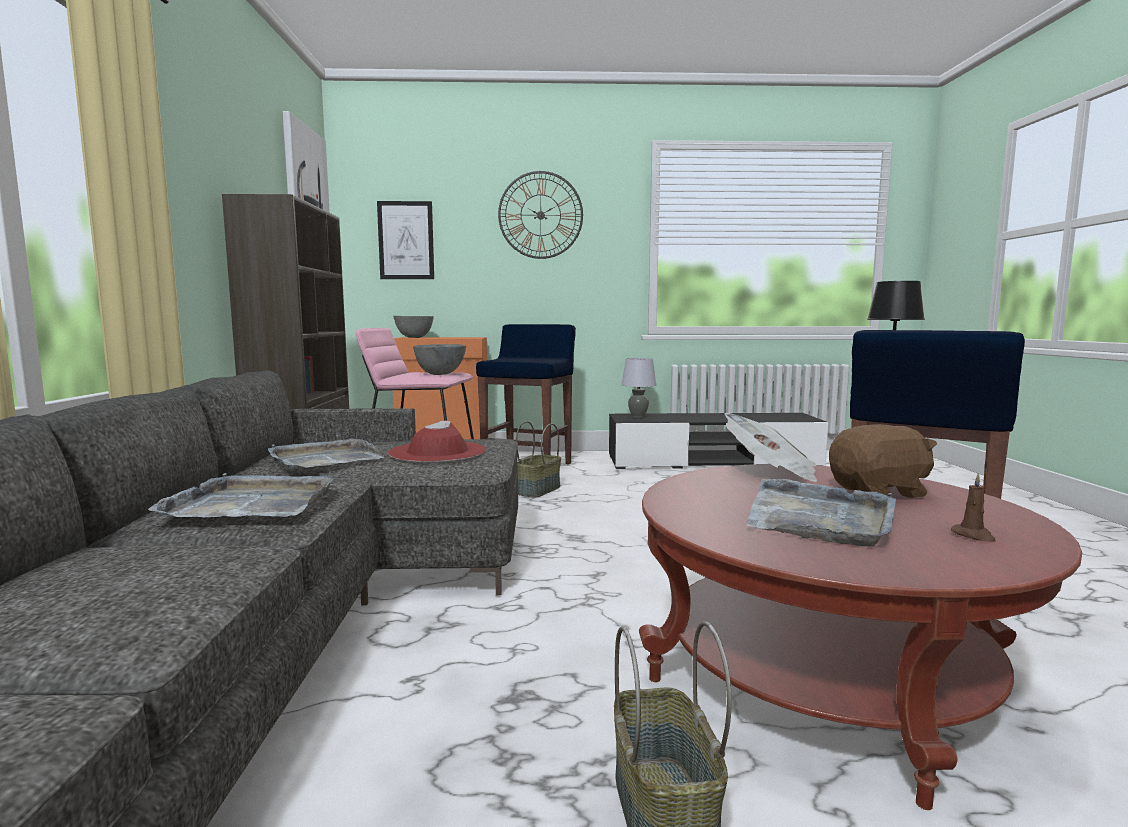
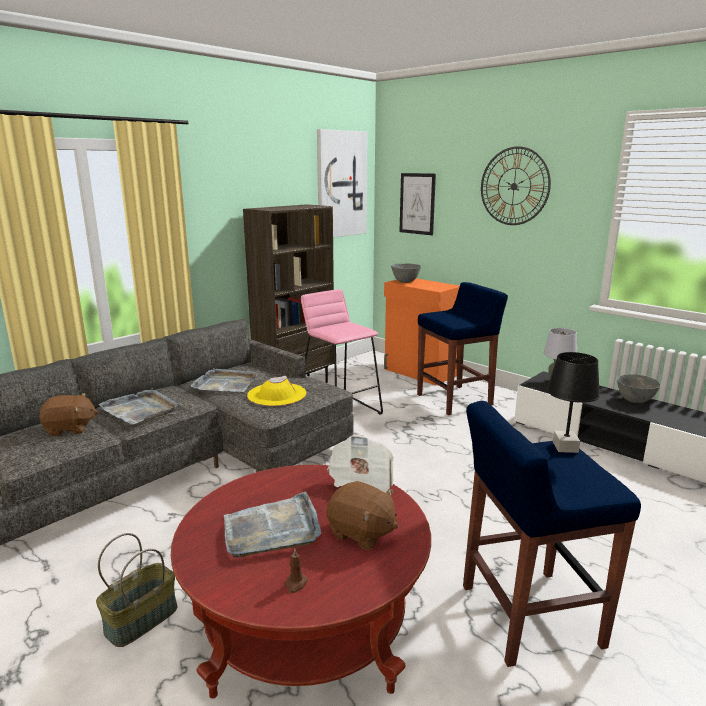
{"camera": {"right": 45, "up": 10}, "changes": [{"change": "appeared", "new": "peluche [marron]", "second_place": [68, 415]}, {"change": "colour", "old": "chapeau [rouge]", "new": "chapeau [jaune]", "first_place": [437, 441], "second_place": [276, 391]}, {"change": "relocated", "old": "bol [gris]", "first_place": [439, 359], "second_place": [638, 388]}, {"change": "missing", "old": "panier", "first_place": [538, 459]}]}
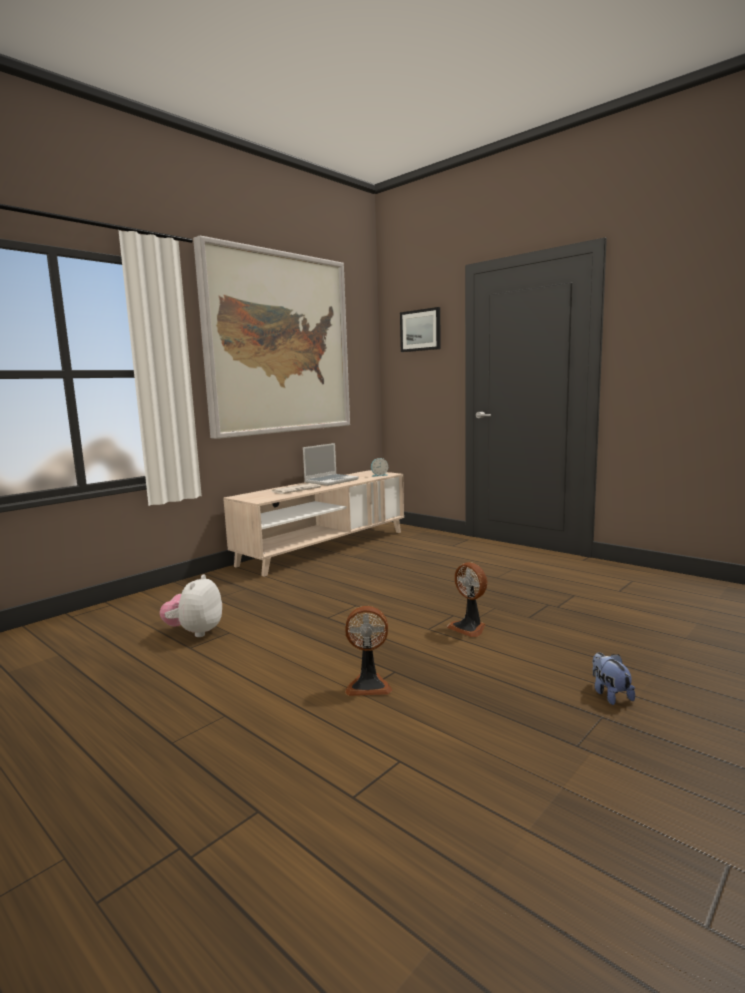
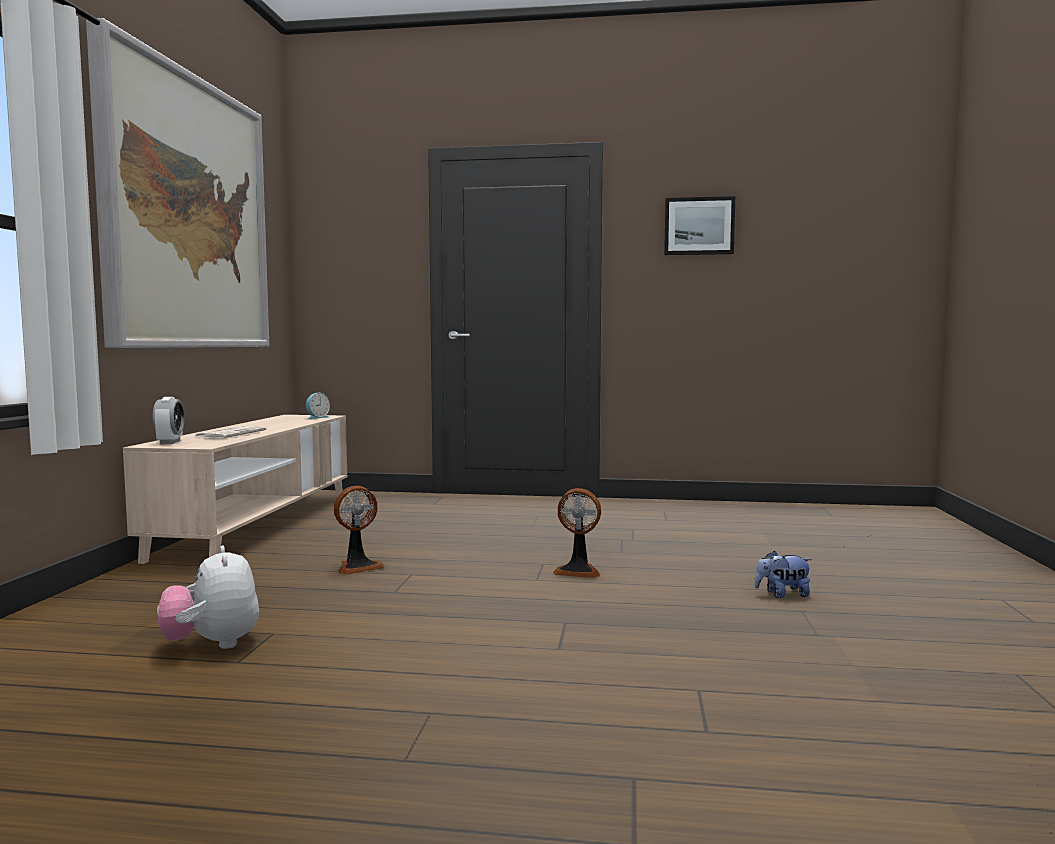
{"camera": {"right": -35, "up": -5}, "changes": [{"change": "appeared", "new": "réveil", "second_place": [169, 420]}, {"change": "relocated", "old": "ventilateur", "first_place": [368, 651], "second_place": [359, 530]}, {"change": "relocated", "old": "tableau", "first_place": [420, 329], "second_place": [699, 225]}, {"change": "spun", "old": "peluche", "first_place": [613, 678], "second_place": [783, 574], "degrees": -45}, {"change": "missing", "old": "ordinateur portable", "first_place": [331, 464]}]}
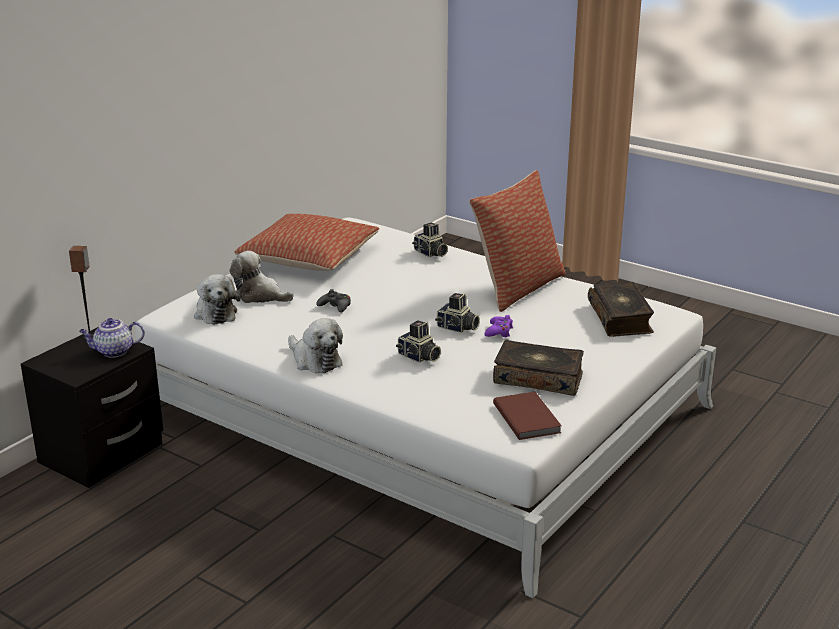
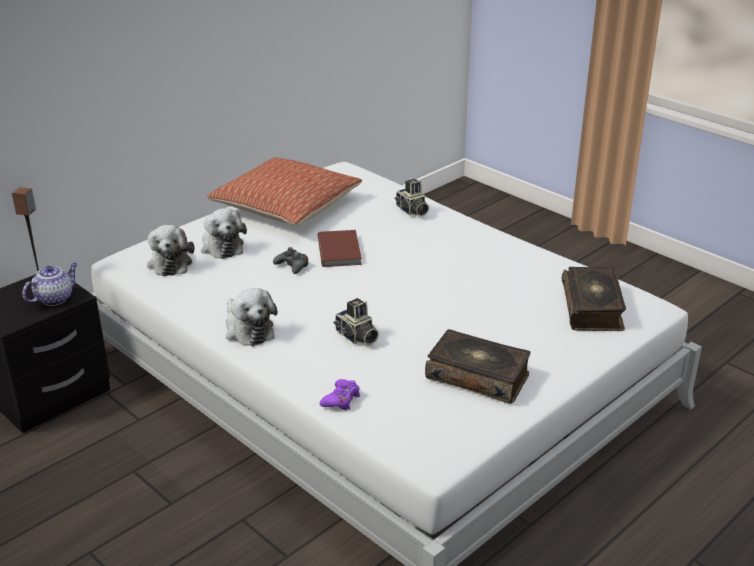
{"camera": {"right": 10, "up": 5}, "changes": [{"change": "spun", "old": "théière", "first_place": [112, 338], "second_place": [50, 284], "degrees": 135}, {"change": "spun", "old": "peluche", "first_place": [262, 277], "second_place": [224, 233], "degrees": -150}, {"change": "relocated", "old": "livre [marron]", "first_place": [527, 416], "second_place": [340, 248]}, {"change": "relocated", "old": "manette [violet]", "first_place": [499, 326], "second_place": [340, 394]}, {"change": "missing", "old": "appareil photo", "first_place": [457, 313]}, {"change": "missing", "old": "coussin", "first_place": [517, 241]}]}
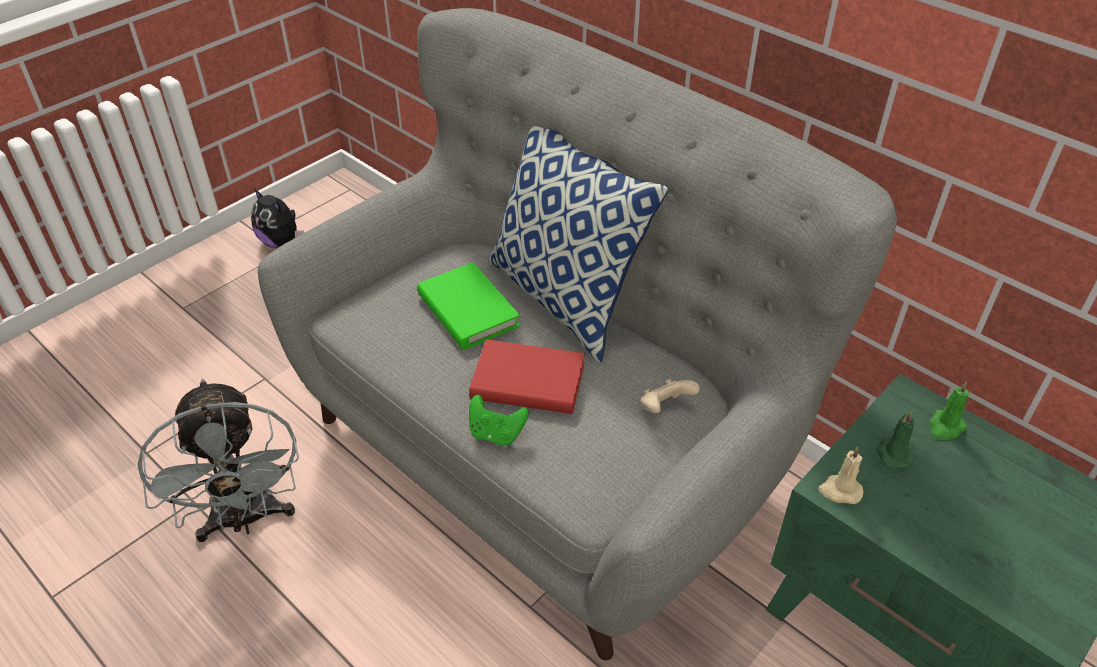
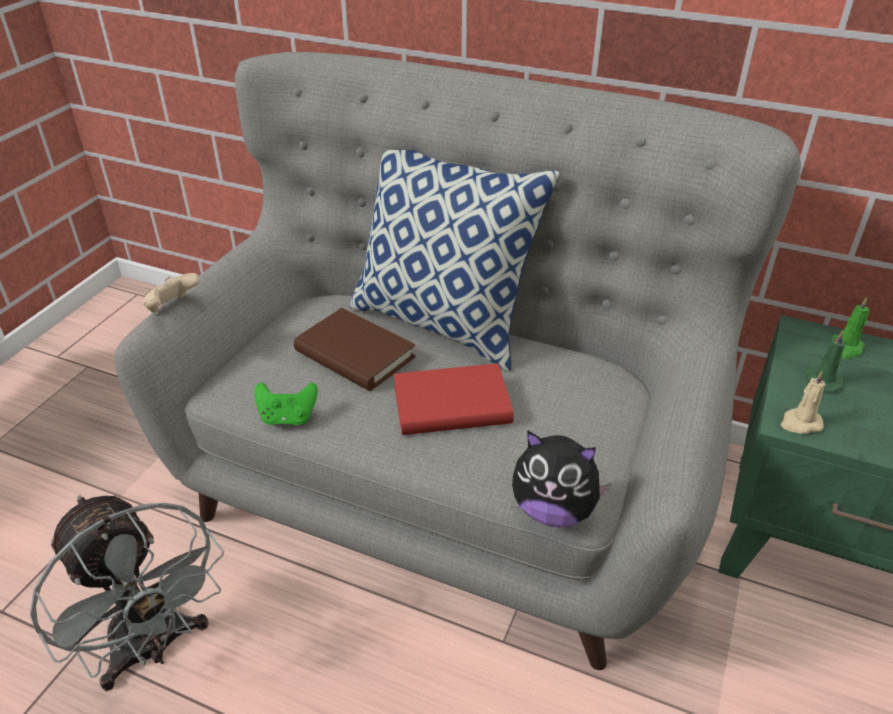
{"camera": {"right": -20, "up": -5}, "changes": [{"change": "relocated", "old": "manette [beige]", "first_place": [670, 396], "second_place": [171, 293]}, {"change": "relocated", "old": "manette [vert]", "first_place": [499, 420], "second_place": [286, 403]}, {"change": "colour", "old": "livre [vert]", "new": "livre [marron]", "first_place": [468, 306], "second_place": [355, 349]}, {"change": "relocated", "old": "peluche", "first_place": [277, 218], "second_place": [562, 479]}]}
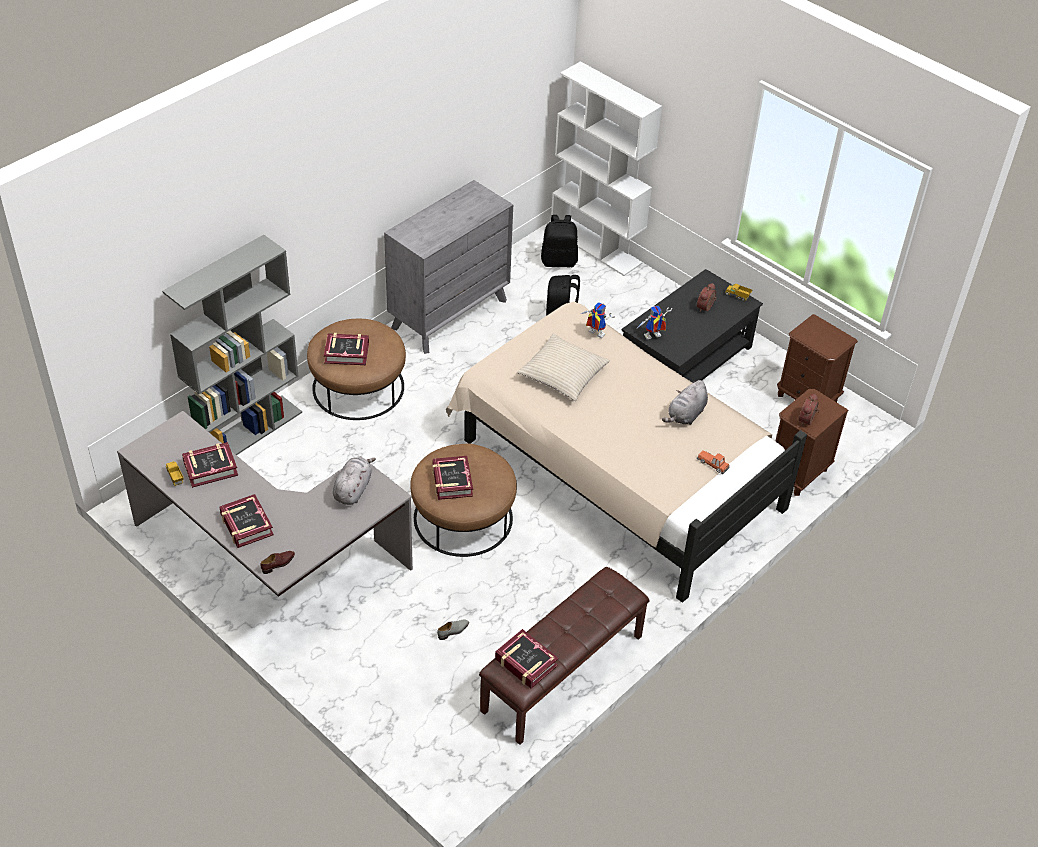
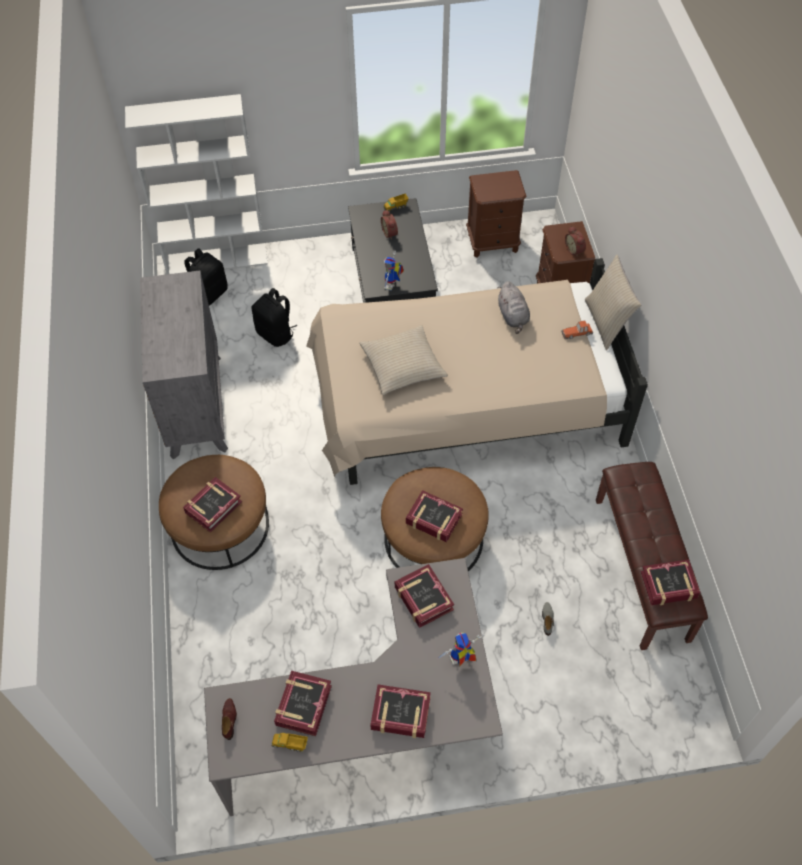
{"camera": {"right": -50, "up": 10}, "changes": [{"change": "relocated", "old": "chaussure [marron]", "first_place": [277, 562], "second_place": [229, 719]}, {"change": "exchanged", "old": "peluche [gris]", "new": "livre", "first_place": [354, 481], "second_place": [424, 596]}, {"change": "relocated", "old": "robot jouet", "first_place": [598, 320], "second_place": [460, 650]}, {"change": "appeared", "new": "coussin [beige]", "second_place": [613, 302]}, {"change": "missing", "old": "bibliothèque [gris]", "first_place": [232, 345]}]}
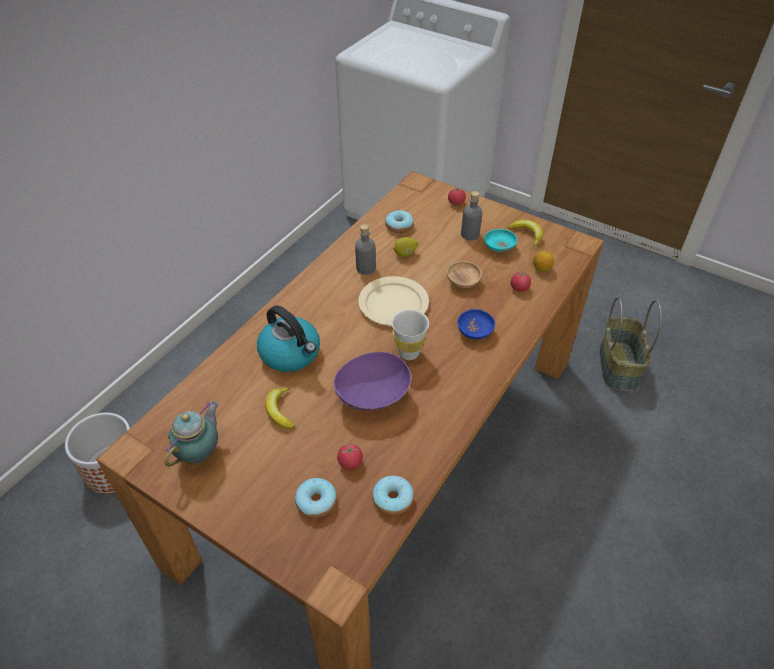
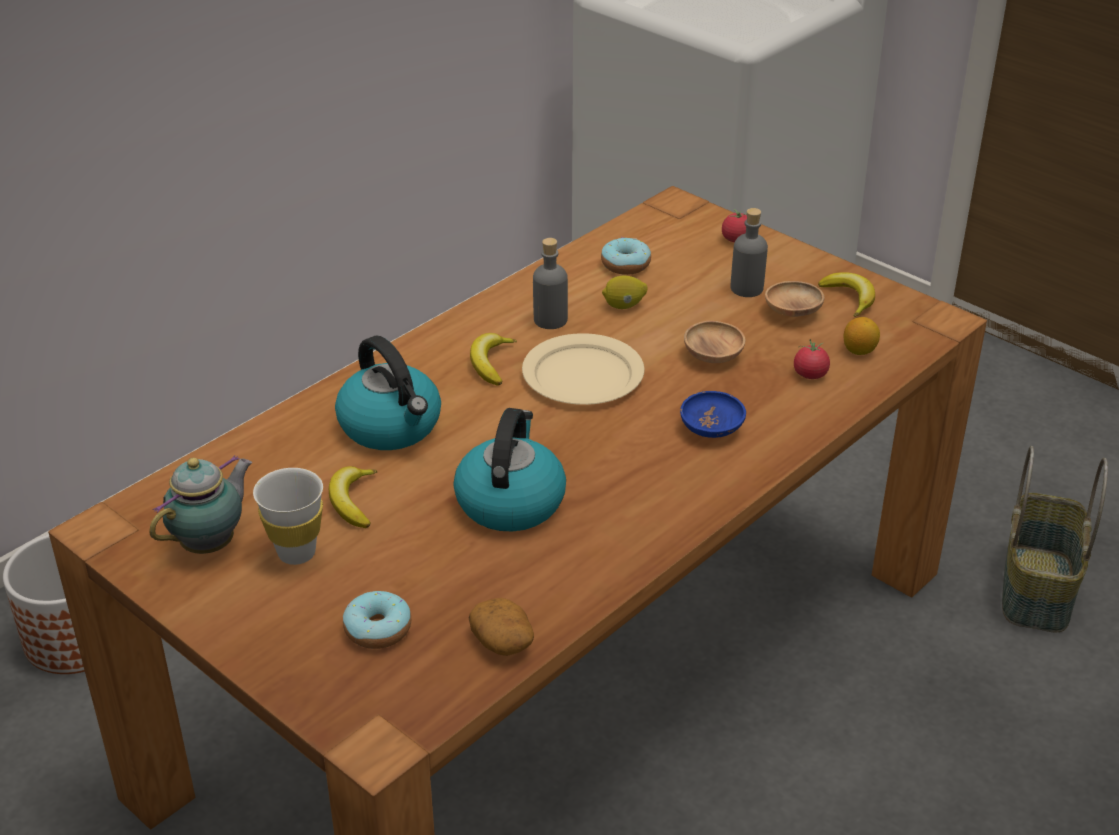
{"camera": {"right": 10, "up": -10}, "changes": [{"change": "relocated", "old": "tasse [blanc]", "first_place": [410, 334], "second_place": [288, 516]}, {"change": "exchanged", "old": "bol [violet]", "new": "bouilloire", "first_place": [372, 381], "second_place": [509, 470]}, {"change": "exchanged", "old": "beignet", "new": "pomme de terre", "first_place": [393, 495], "second_place": [501, 627]}, {"change": "appeared", "new": "banane", "second_place": [493, 359]}, {"change": "colour", "old": "bol [turquoise]", "new": "bol [marron]", "first_place": [500, 240], "second_place": [795, 299]}, {"change": "missing", "old": "tomate", "first_place": [350, 456]}]}
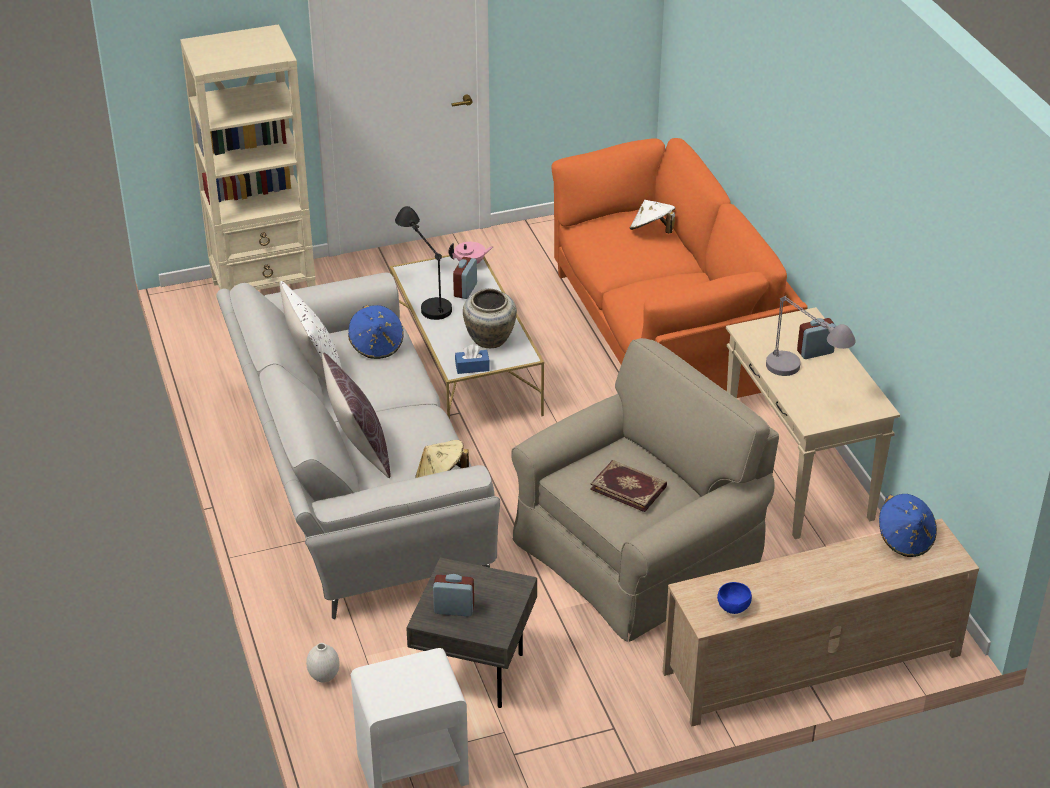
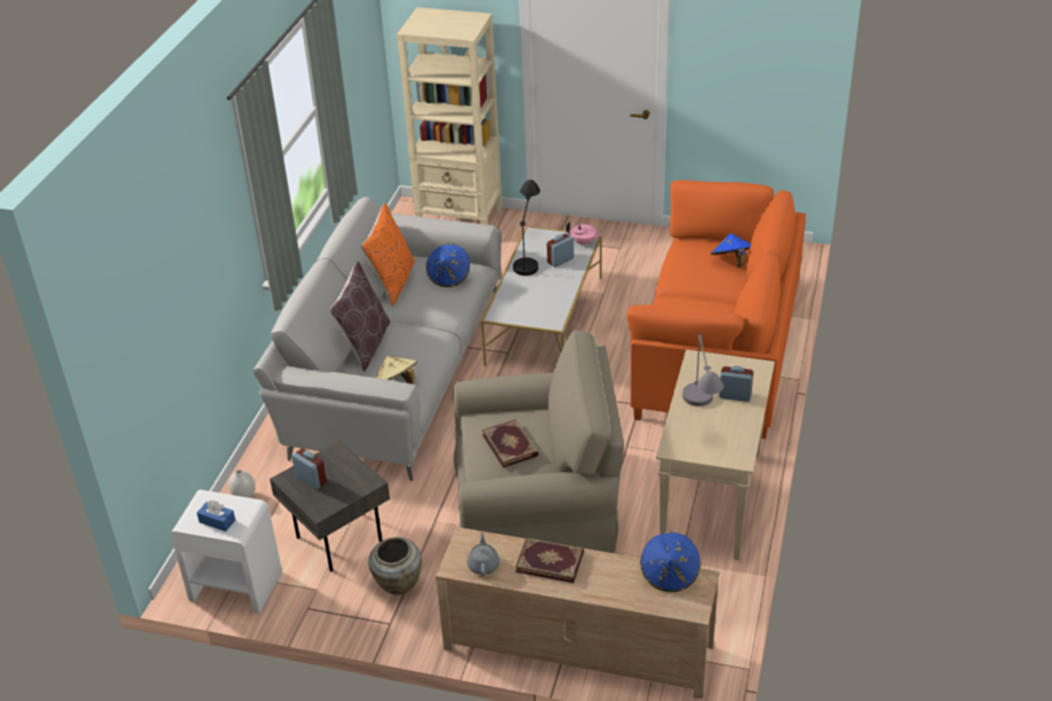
{"camera": {"right": 35, "up": 0}, "changes": [{"change": "relocated", "old": "boîte à mouchoirs [bleu]", "first_place": [472, 359], "second_place": [216, 516]}, {"change": "colour", "old": "coussin [blanc]", "new": "coussin [orange]", "first_place": [311, 332], "second_place": [388, 254]}, {"change": "relocated", "old": "vase [beige]", "first_place": [490, 318], "second_place": [395, 566]}, {"change": "exchanged", "old": "bol [bleu]", "new": "théière [gris]", "first_place": [734, 598], "second_place": [483, 554]}, {"change": "appeared", "new": "livre", "second_place": [549, 560]}, {"change": "colour", "old": "chapeau [blanc]", "new": "chapeau [bleu]", "first_place": [653, 216], "second_place": [731, 250]}]}
